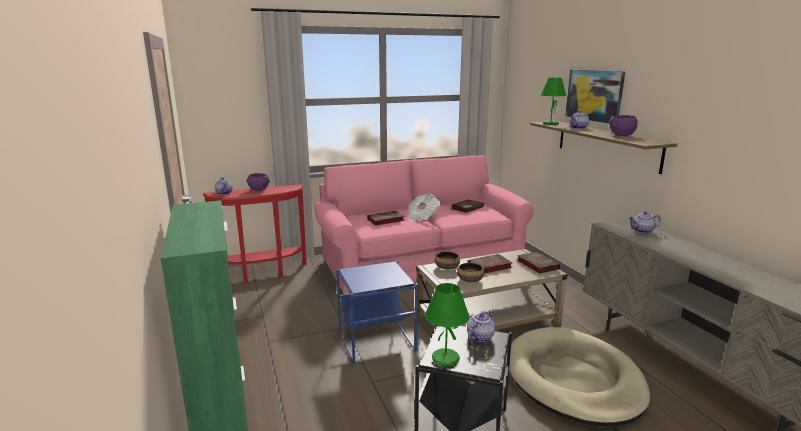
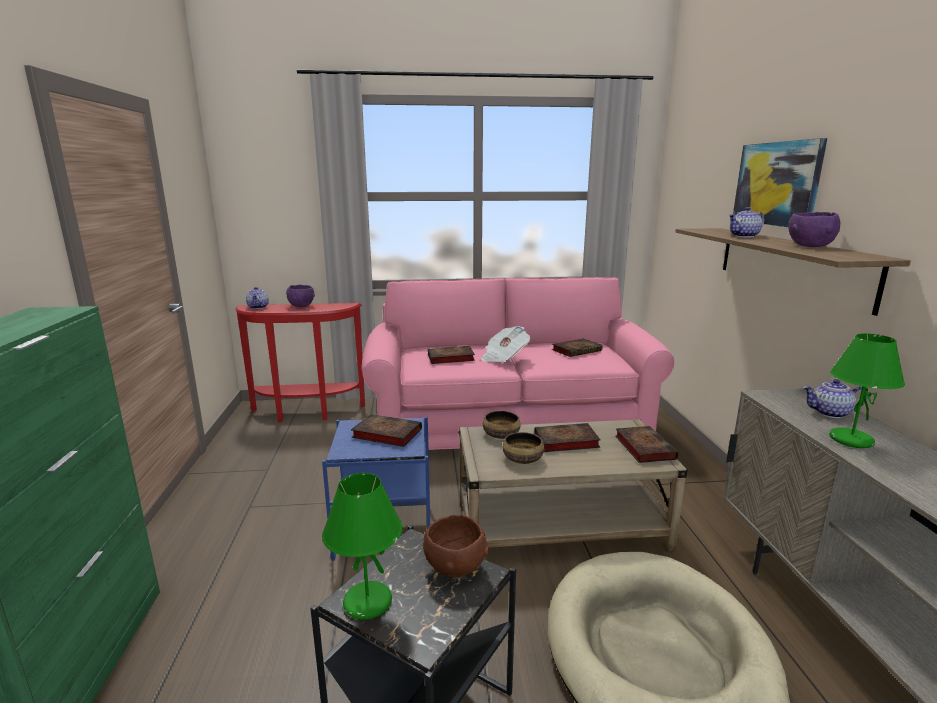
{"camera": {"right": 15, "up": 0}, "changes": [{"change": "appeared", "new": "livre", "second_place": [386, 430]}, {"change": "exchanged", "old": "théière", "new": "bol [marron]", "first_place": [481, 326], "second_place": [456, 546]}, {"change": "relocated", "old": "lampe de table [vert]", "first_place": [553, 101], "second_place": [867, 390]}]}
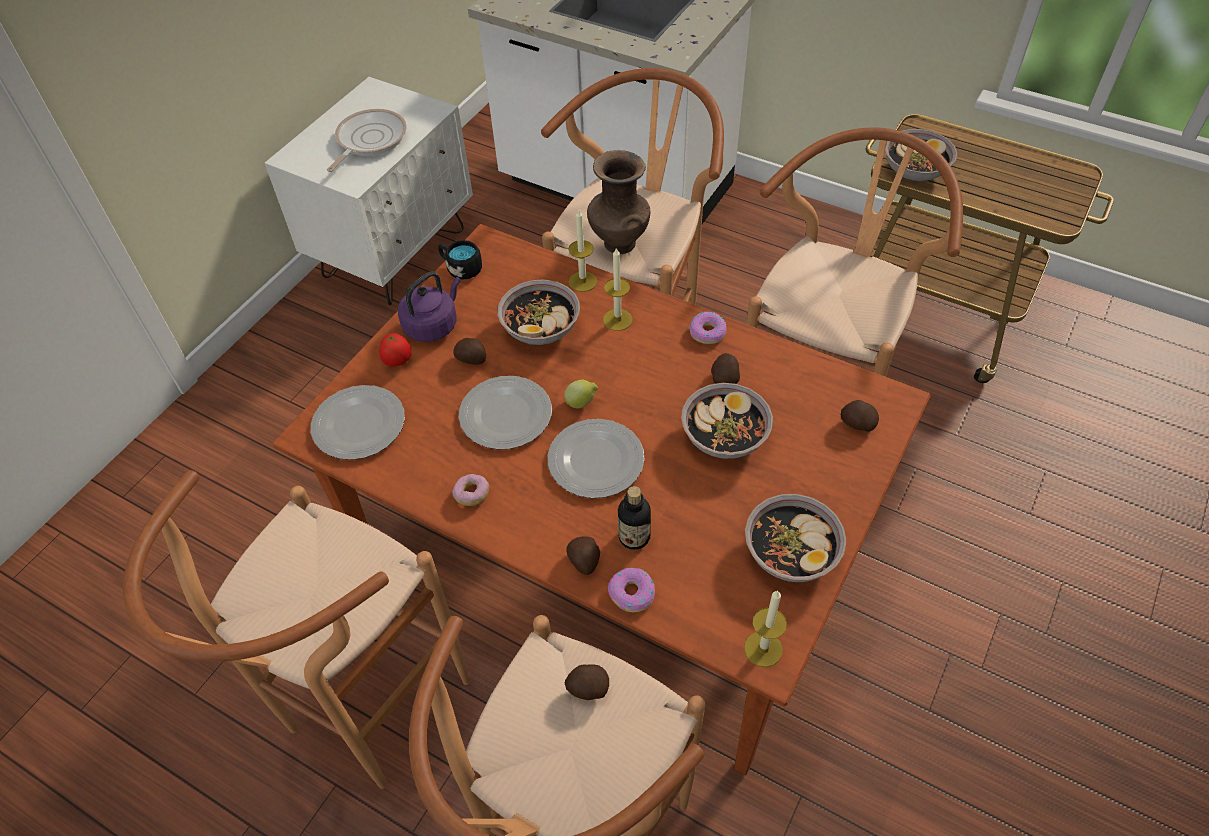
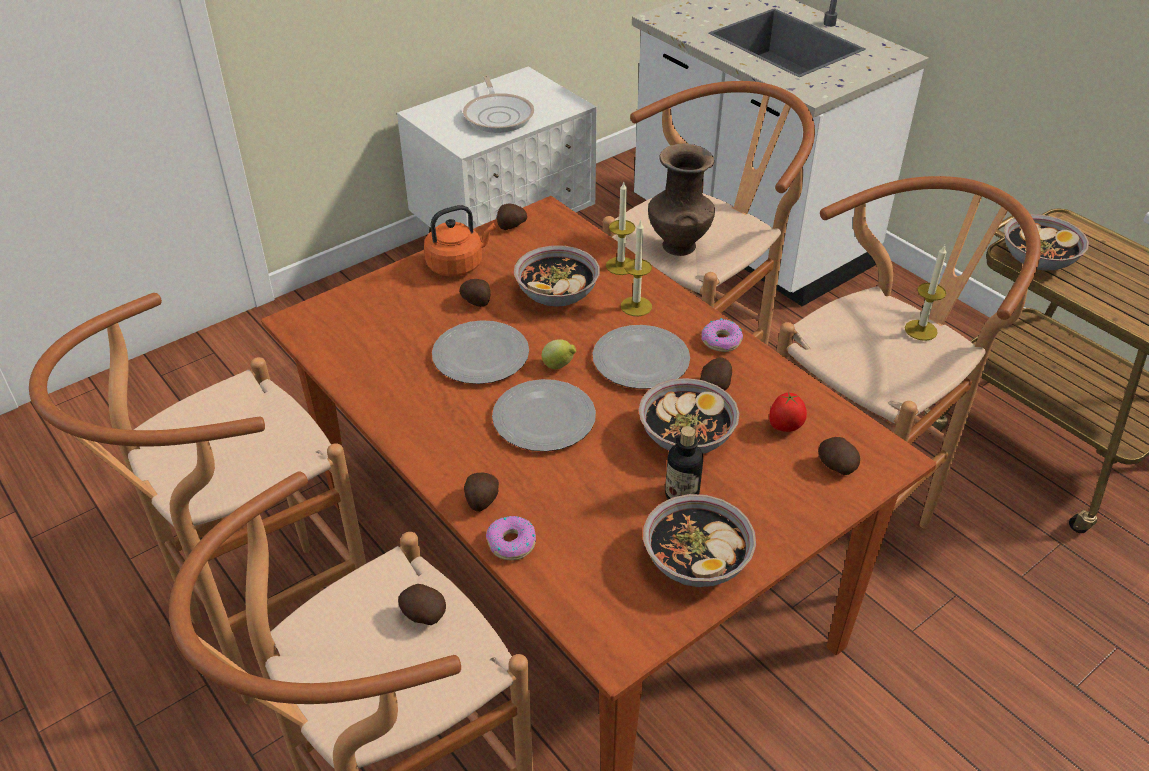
{"camera": {"right": 20, "up": -10}, "changes": [{"change": "colour", "old": "bouilloire [violet]", "new": "bouilloire [orange]", "first_place": [429, 307], "second_place": [460, 241]}, {"change": "spun", "old": "poêle", "first_place": [367, 140], "second_place": [498, 104], "degrees": 120}, {"change": "exchanged", "old": "mug [noir]", "new": "pomme de terre", "first_place": [460, 260], "second_place": [512, 217]}, {"change": "relocated", "old": "assiette", "first_place": [358, 422], "second_place": [641, 357]}, {"change": "relocated", "old": "bouteille", "first_place": [634, 518], "second_place": [684, 463]}, {"change": "relocated", "old": "tomate", "first_place": [395, 349], "second_place": [788, 412]}, {"change": "relocated", "old": "bougie", "first_place": [765, 628], "second_place": [926, 293]}, {"change": "missing", "old": "beignet", "first_place": [470, 490]}]}
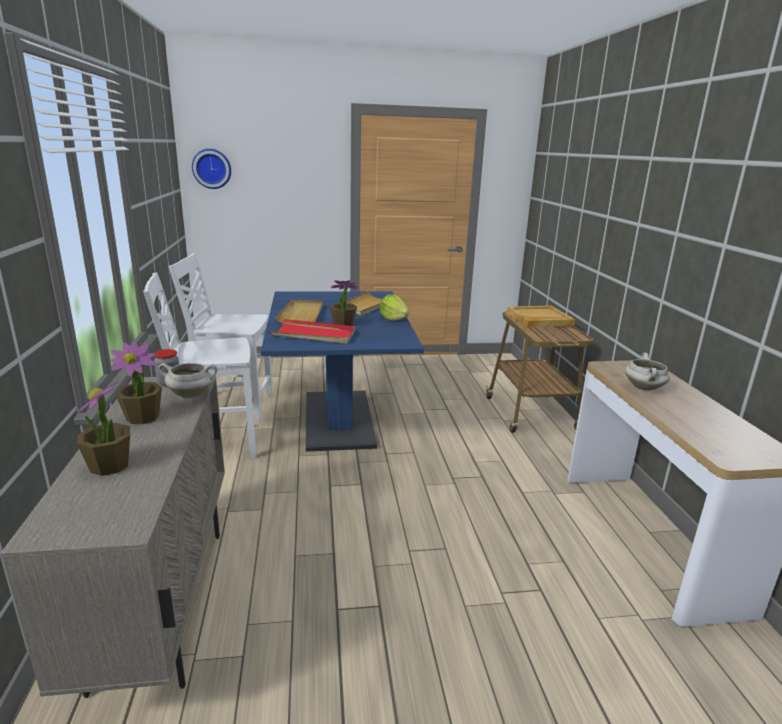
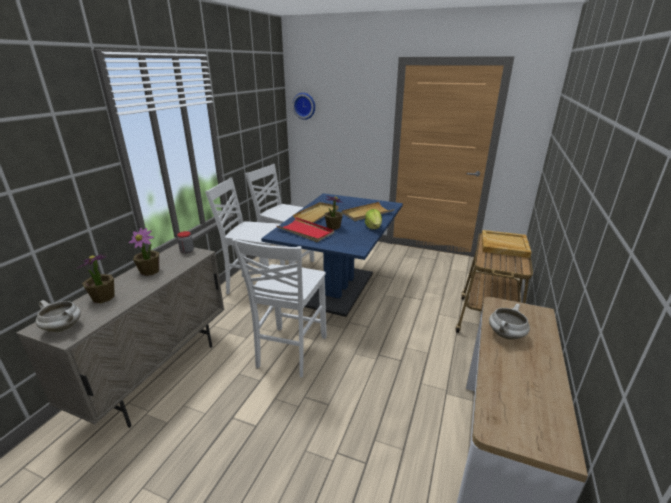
{"camera": {"right": 30, "up": 5}, "changes": [{"change": "relocated", "old": "marmite [blanc]", "first_place": [187, 381], "second_place": [58, 316]}, {"change": "appeared", "new": "chaise [blanc]", "second_place": [279, 307]}]}
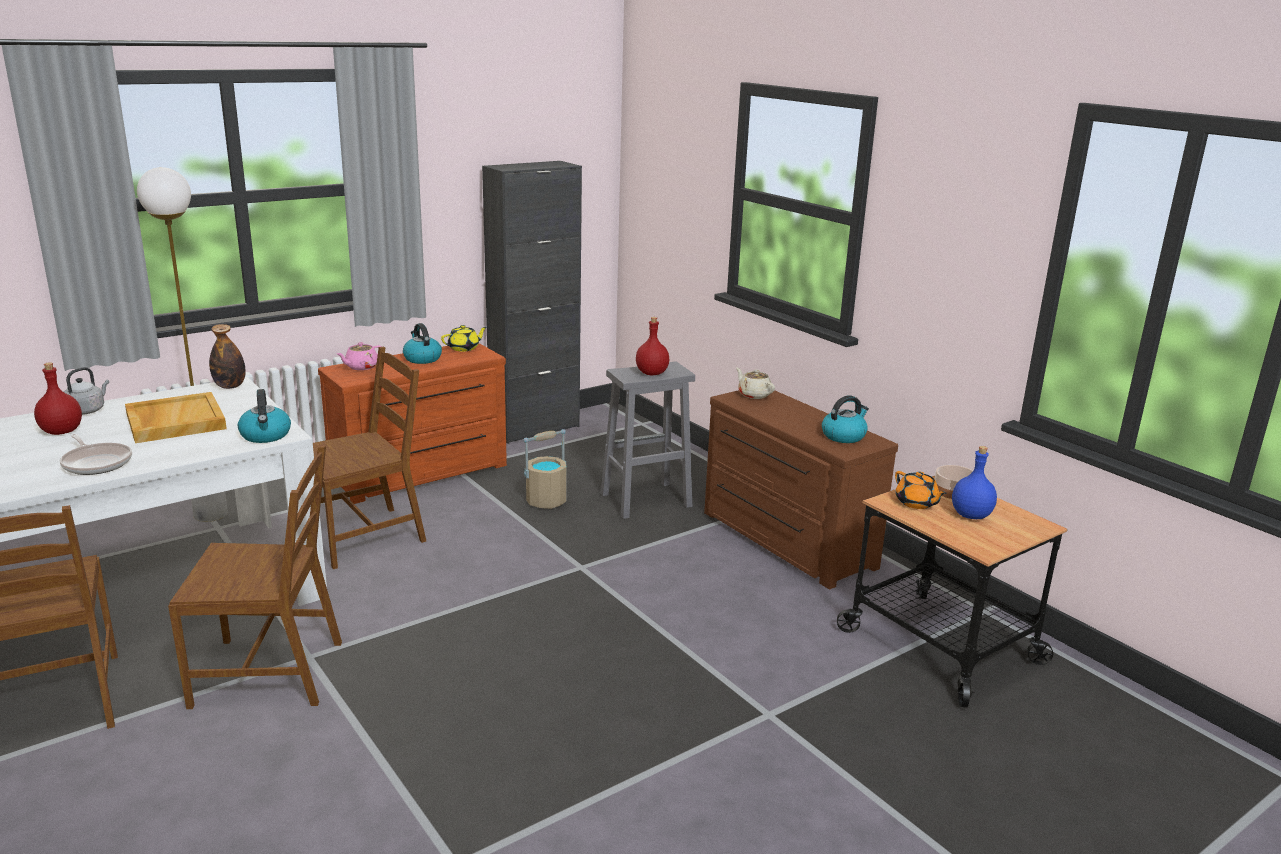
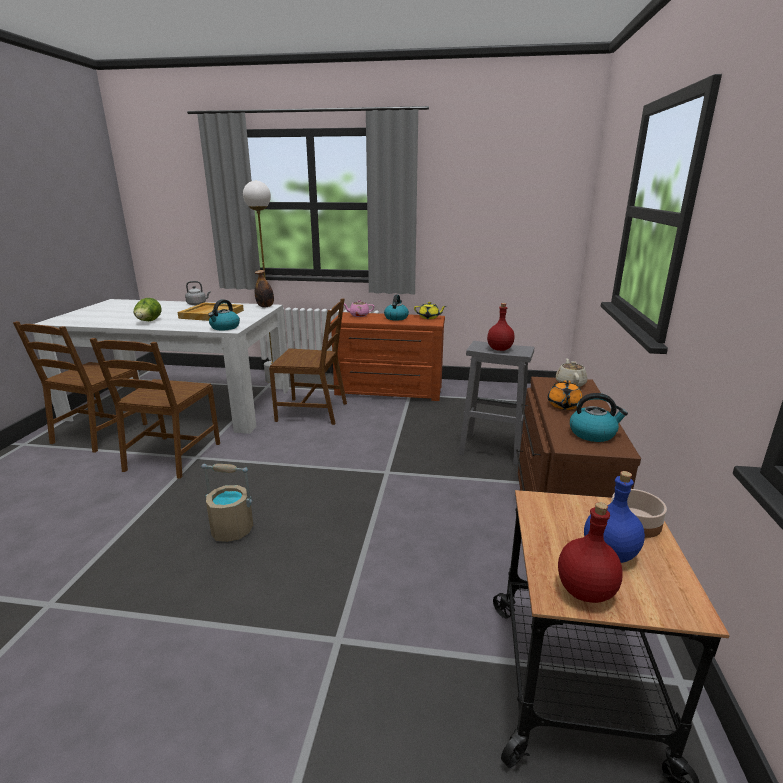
{"camera": {"right": 45, "up": 0}, "changes": [{"change": "spun", "old": "chaise [marron]", "first_place": [255, 577], "second_place": [155, 408], "degrees": 60}, {"change": "exchanged", "old": "poêle", "new": "laitue", "first_place": [96, 454], "second_place": [147, 309]}, {"change": "relocated", "old": "seau [beige]", "first_place": [545, 469], "second_place": [227, 503]}, {"change": "relocated", "old": "théière [orange]", "first_place": [921, 490], "second_place": [565, 395]}, {"change": "relocated", "old": "bouteille [rouge]", "first_place": [58, 398], "second_place": [590, 552]}, {"change": "missing", "old": "meuble de rangement [noir]", "first_place": [532, 302]}]}
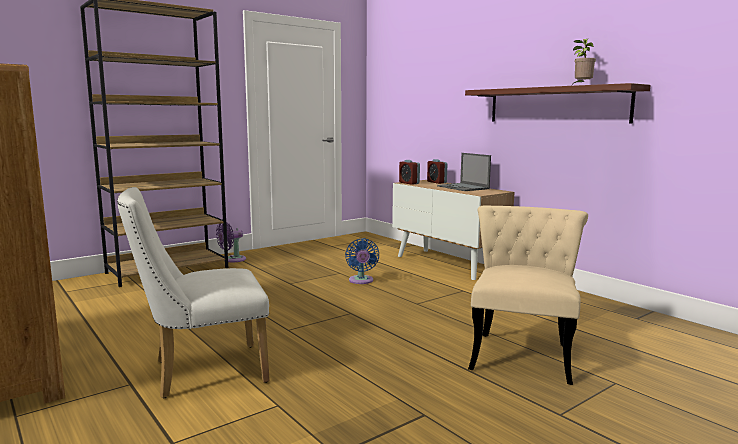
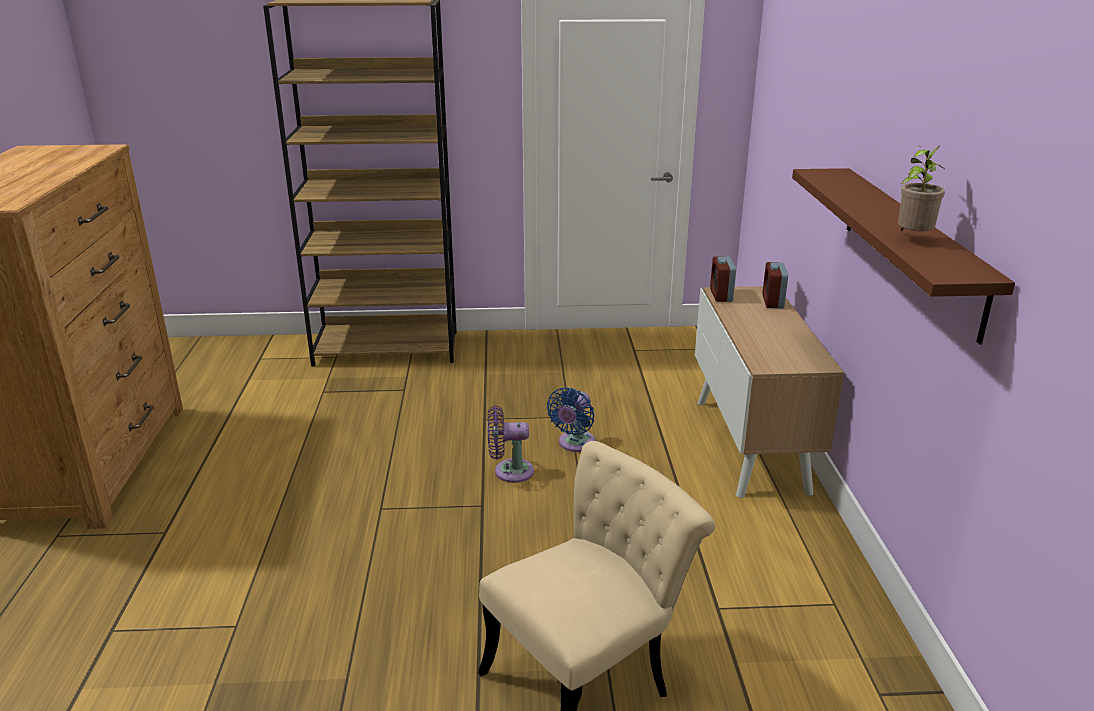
{"camera": {"right": 35, "up": 15}, "changes": [{"change": "relocated", "old": "ventilateur [violet]", "first_place": [231, 242], "second_place": [510, 444]}, {"change": "missing", "old": "chaise [blanc]", "first_place": [193, 292]}, {"change": "missing", "old": "ordinateur portable", "first_place": [464, 172]}]}
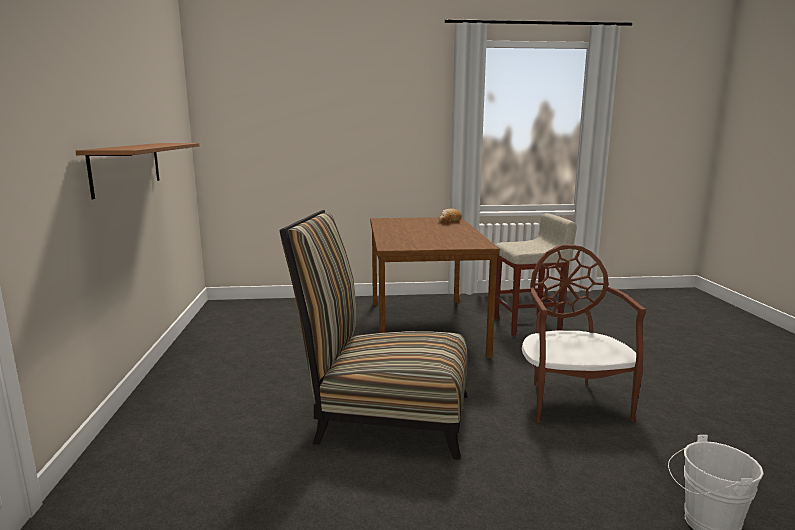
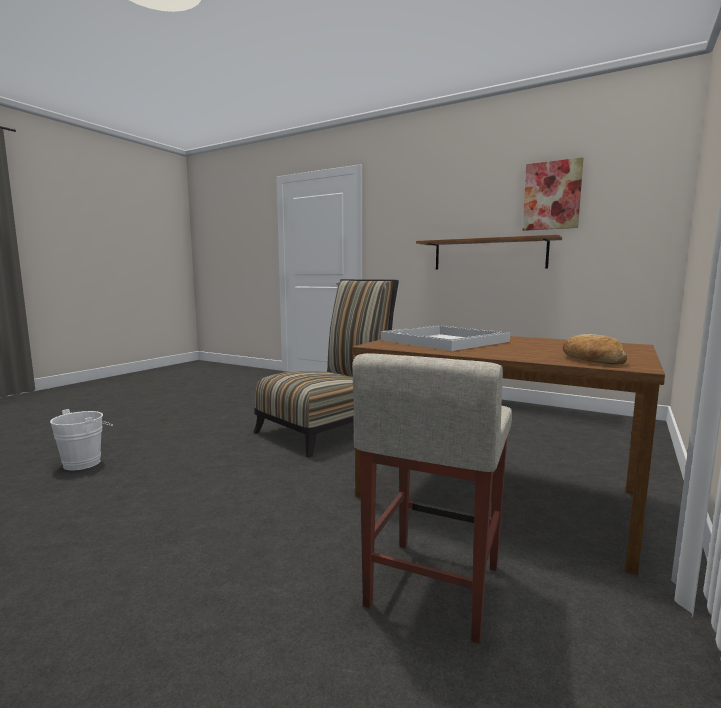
{"camera": {"right": 125, "up": -5}, "changes": [{"change": "appeared", "new": "plateau [blanc]", "second_place": [445, 338]}, {"change": "appeared", "new": "tableau", "second_place": [552, 194]}, {"change": "missing", "old": "chaise [marron]", "first_place": [584, 333]}]}
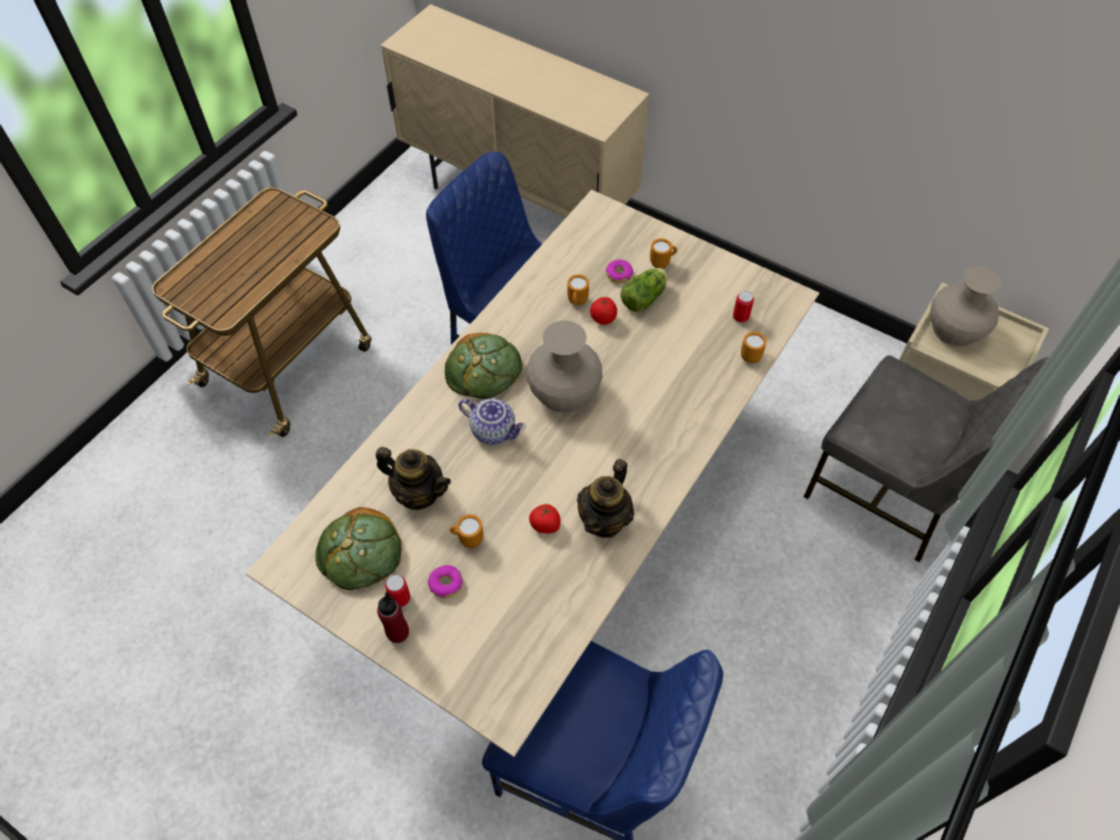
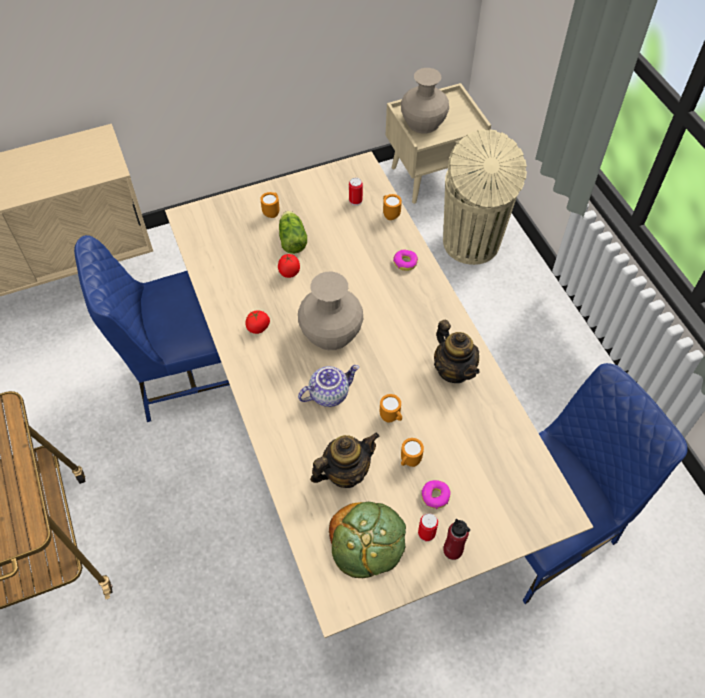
{"camera": {"right": -55, "up": 0}, "changes": [{"change": "relocated", "old": "tomate", "first_place": [545, 518], "second_place": [257, 322]}, {"change": "relocated", "old": "mug [orange]", "first_place": [578, 289], "second_place": [391, 408]}, {"change": "relocated", "old": "beignet", "first_place": [620, 271], "second_place": [405, 260]}, {"change": "exchanged", "old": "chaise [gris]", "new": "poubelle [beige]", "first_place": [926, 458], "second_place": [485, 197]}, {"change": "missing", "old": "pain", "first_place": [483, 366]}]}
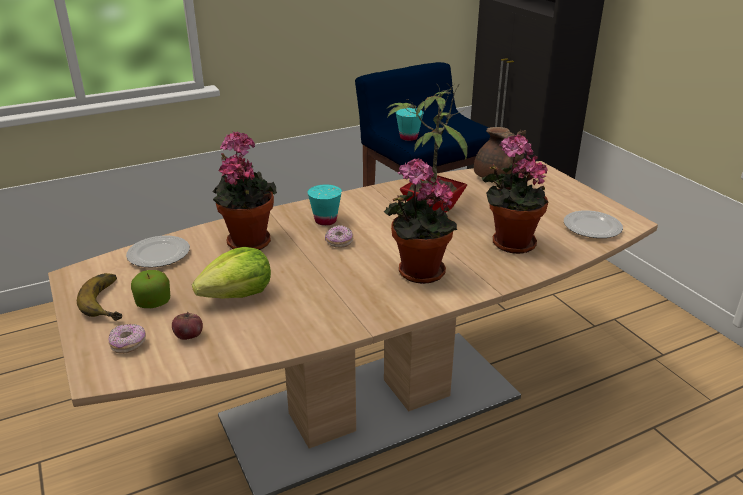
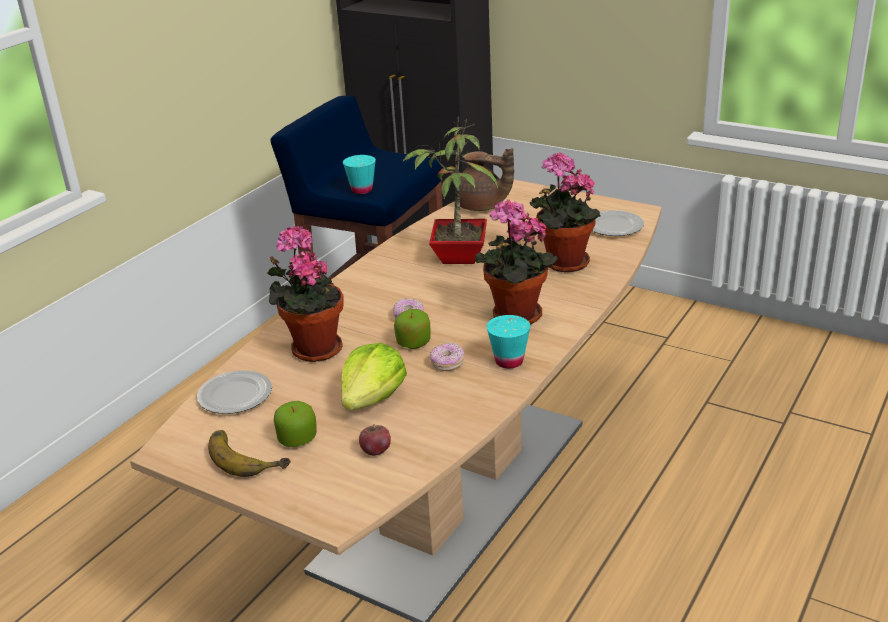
{"camera": {"right": -30, "up": 0}, "changes": [{"change": "appeared", "new": "pomme", "second_place": [412, 329]}, {"change": "relocated", "old": "beignet", "first_place": [127, 339], "second_place": [447, 357]}, {"change": "relocated", "old": "tasse [turquoise]", "first_place": [324, 205], "second_place": [509, 342]}]}
